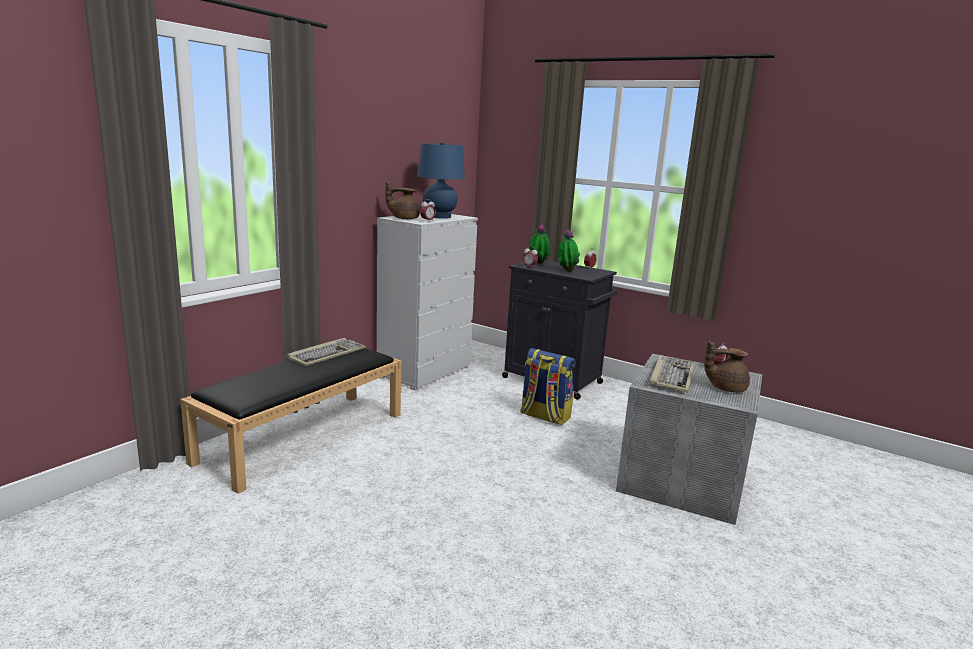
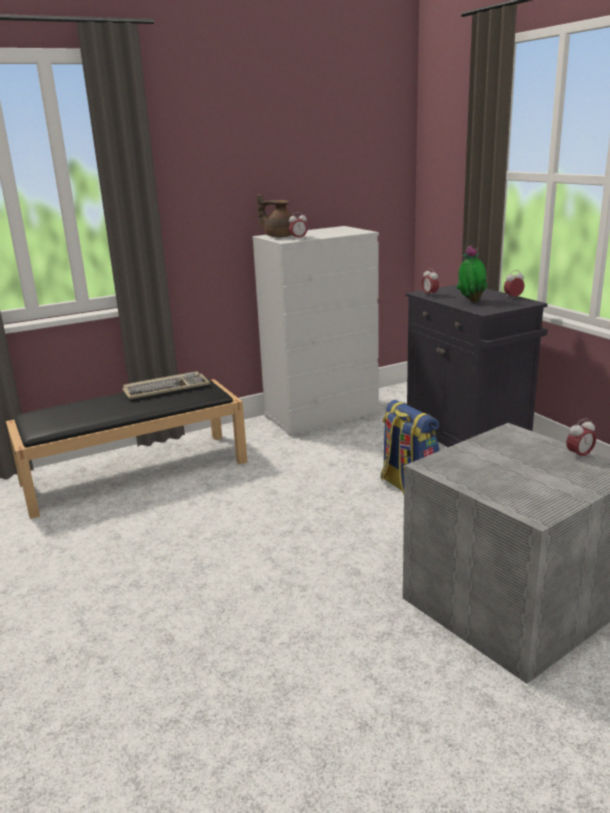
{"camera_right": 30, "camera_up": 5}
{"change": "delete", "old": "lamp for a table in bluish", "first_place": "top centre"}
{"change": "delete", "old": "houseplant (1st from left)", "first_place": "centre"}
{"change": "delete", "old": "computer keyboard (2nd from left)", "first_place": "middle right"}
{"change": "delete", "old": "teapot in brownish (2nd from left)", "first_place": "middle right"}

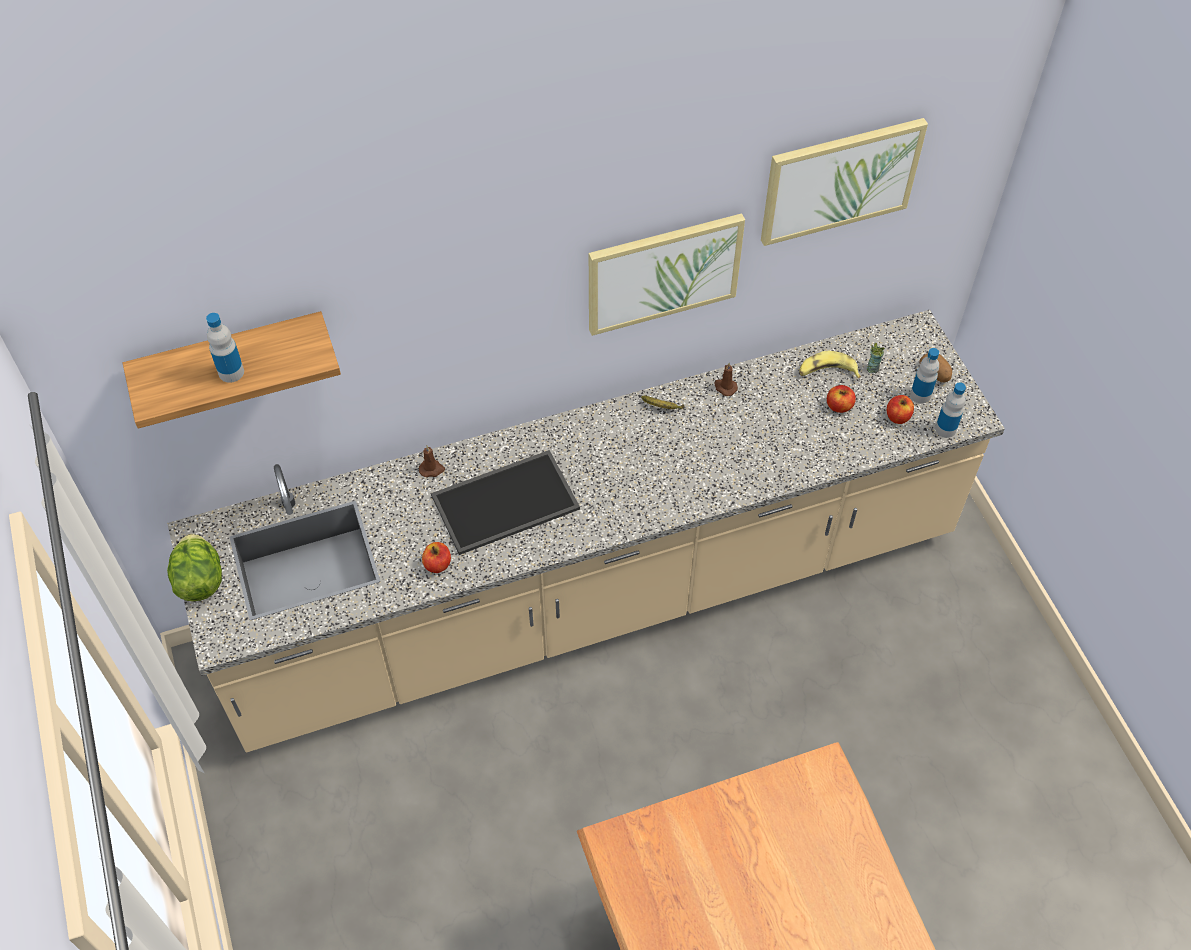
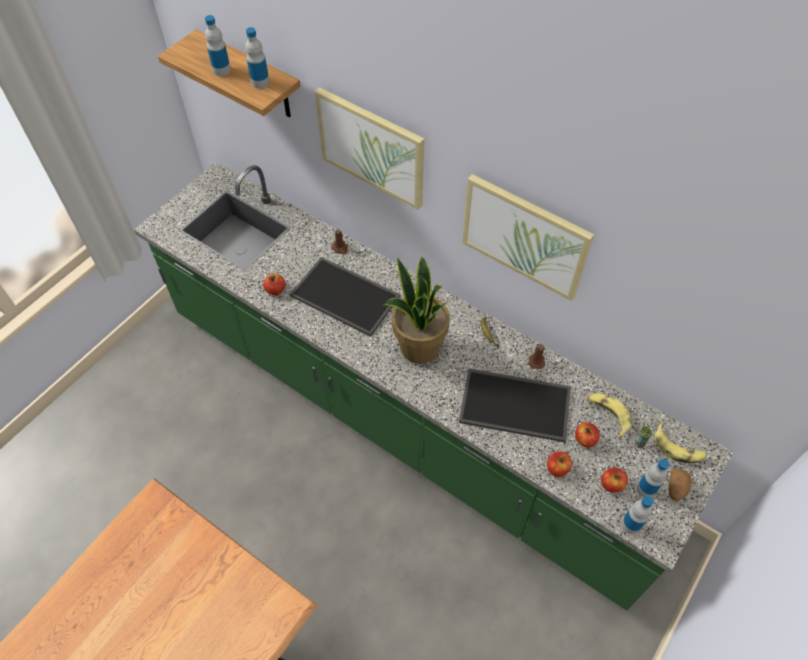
{"camera_right": 55, "camera_up": 0}
{"change": "recolor", "old": "counter in beige-coloured", "new": "counter in green", "first_place": "centre", "second_place": "centre"}
{"change": "delete", "old": "lettuce head", "first_place": "middle left"}
{"change": "move", "old": "picture (2nd from left in the first image)", "new": "picture (1st from left)", "first_place": "top right", "second_place": "top centre"}
{"change": "insert", "new": "beverage bottle (2nd from left)", "second_place": "top left"}
{"change": "insert", "new": "houseplant", "second_place": "centre"}
{"change": "insert", "new": "carrying tray (2nd from left)", "second_place": "centre"}
{"change": "insert", "new": "apple (2nd from left)", "second_place": "bottom right"}
{"change": "insert", "new": "whole banana (3rd from left)", "second_place": "bottom right"}

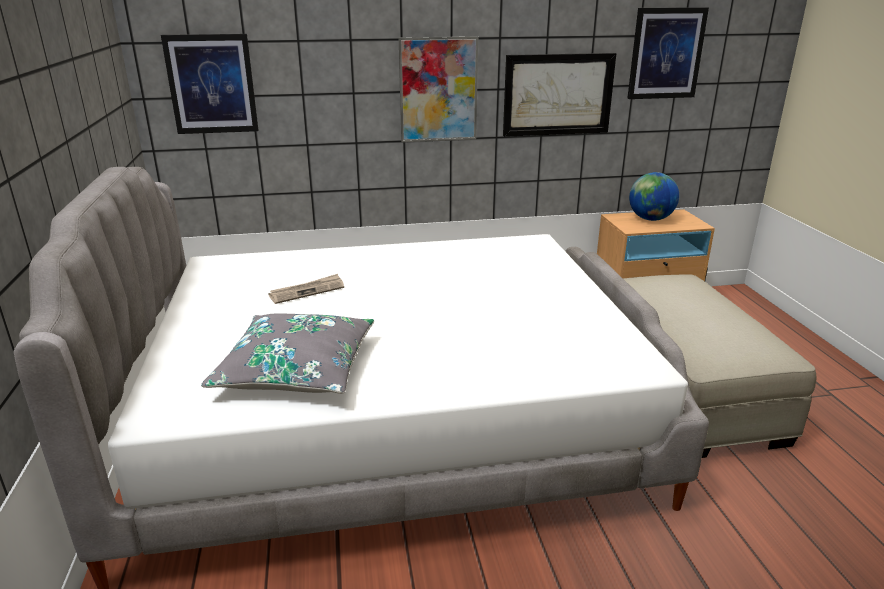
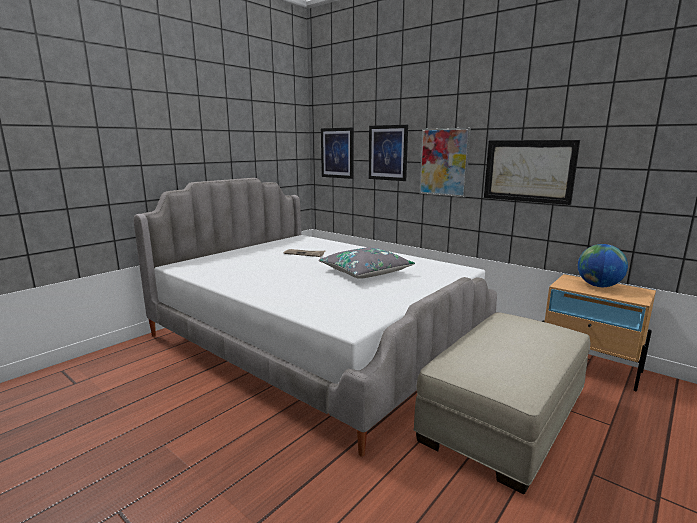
{"camera_right": 50, "camera_up": -10}
{"change": "move", "old": "throw pillow in gray", "first_place": "middle left", "second_place": "centre"}
{"change": "move", "old": "picture (4th from left in the first image)", "new": "picture (2nd from left)", "first_place": "top right", "second_place": "top centre"}

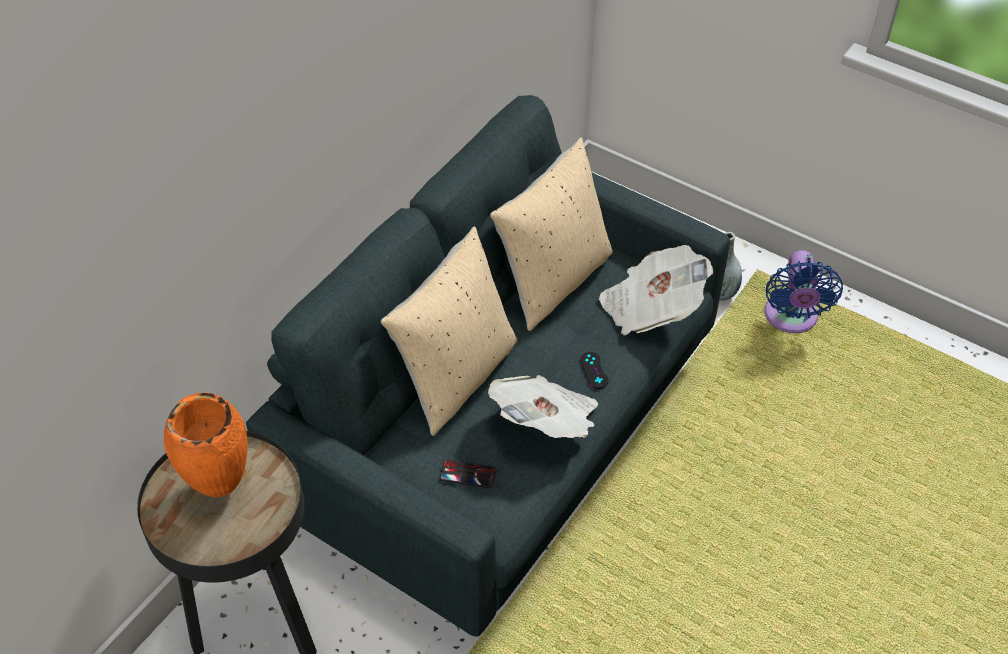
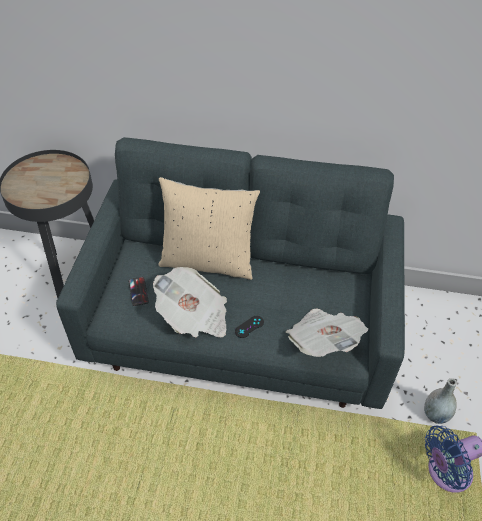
{"camera_right": 65, "camera_up": 0}
{"change": "delete", "old": "flower vase in orangey", "first_place": "bottom left"}
{"change": "delete", "old": "throw pillow in beige-coloured (2nd from left)", "first_place": "centre"}

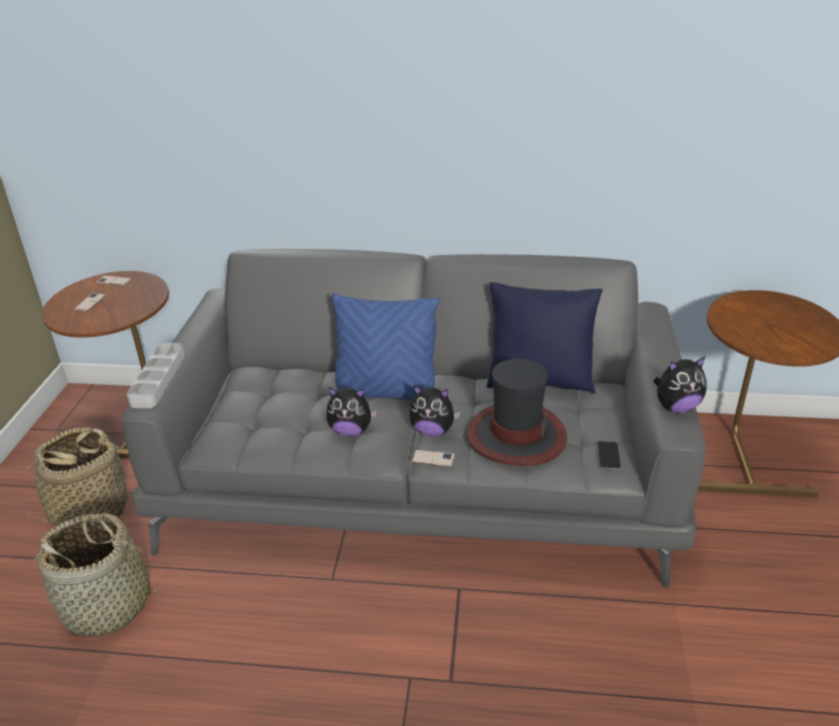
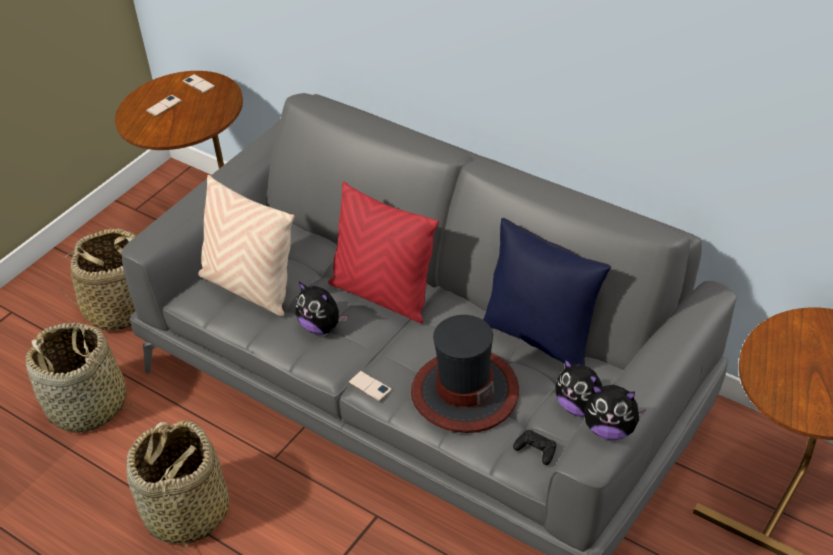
{"camera_right": 30, "camera_up": 10}
{"change": "delete", "old": "carrying tray in gray", "first_place": "middle left"}
{"change": "recolor", "old": "throw pillow in bluish (1st from left)", "new": "throw pillow in red", "first_place": "centre", "second_place": "centre"}
{"change": "move", "old": "soft toy (2nd from left)", "first_place": "centre", "second_place": "bottom right"}
{"change": "replace", "old": "telephone (4th from left)", "new": "game controller in black", "first_place": "middle right", "second_place": "bottom centre"}
{"change": "insert", "new": "basket (3rd from left)", "second_place": "bottom left"}
{"change": "insert", "new": "throw pillow in beige-coloured", "second_place": "middle left"}

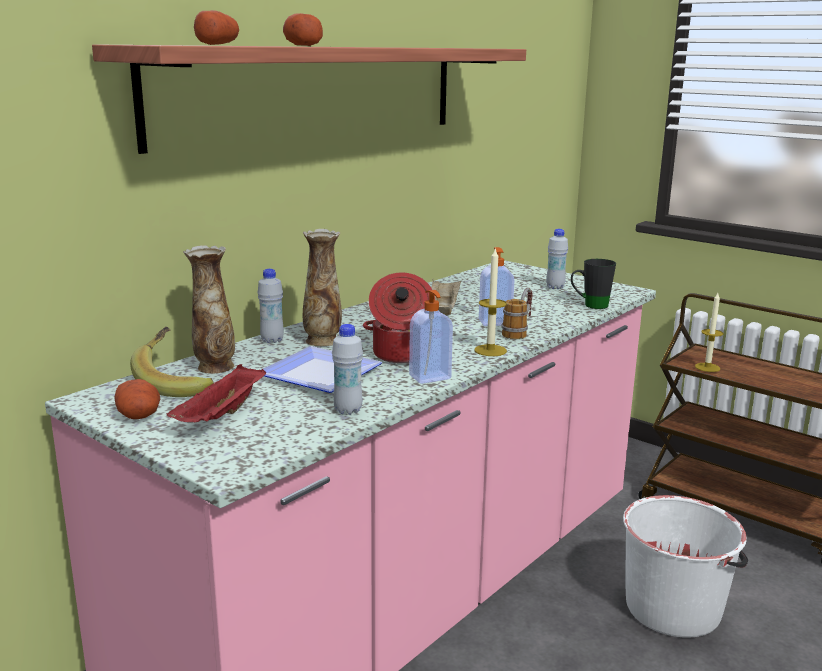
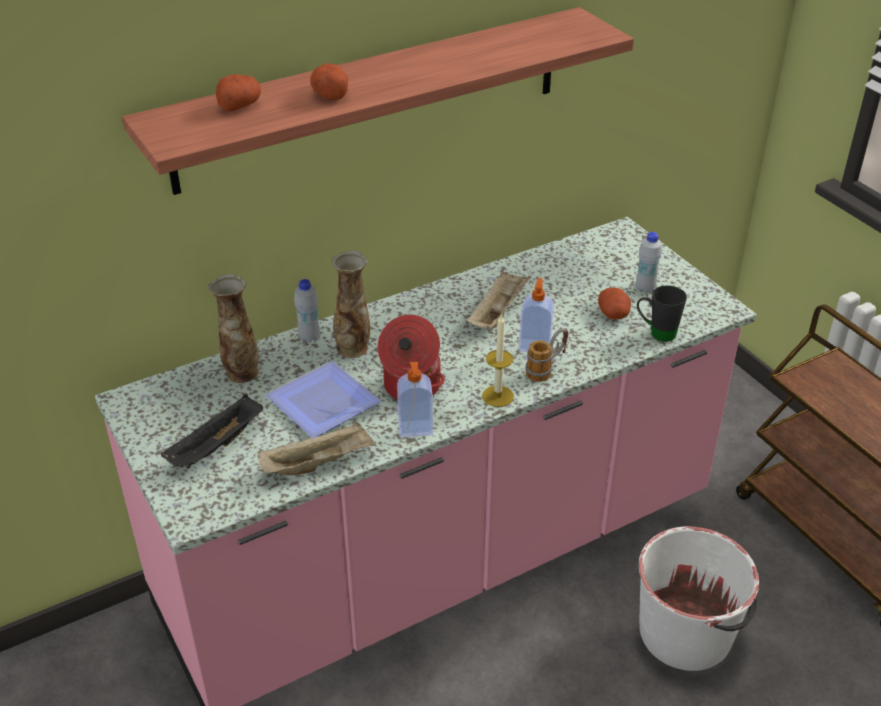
{"camera_right": 20, "camera_up": 20}
{"change": "move", "old": "potato (1st from left in the first image)", "new": "potato (3rd from left)", "first_place": "middle left", "second_place": "middle right"}
{"change": "delete", "old": "whole banana", "first_place": "middle left"}
{"change": "recolor", "old": "carrying tray in red", "new": "carrying tray in black", "first_place": "middle left", "second_place": "middle left"}
{"change": "replace", "old": "beverage bottle in white (2nd from left)", "new": "carrying tray in beige-coloured (1st from left)", "first_place": "centre", "second_place": "centre"}
{"change": "delete", "old": "wax light (2nd from left)", "first_place": "middle right"}

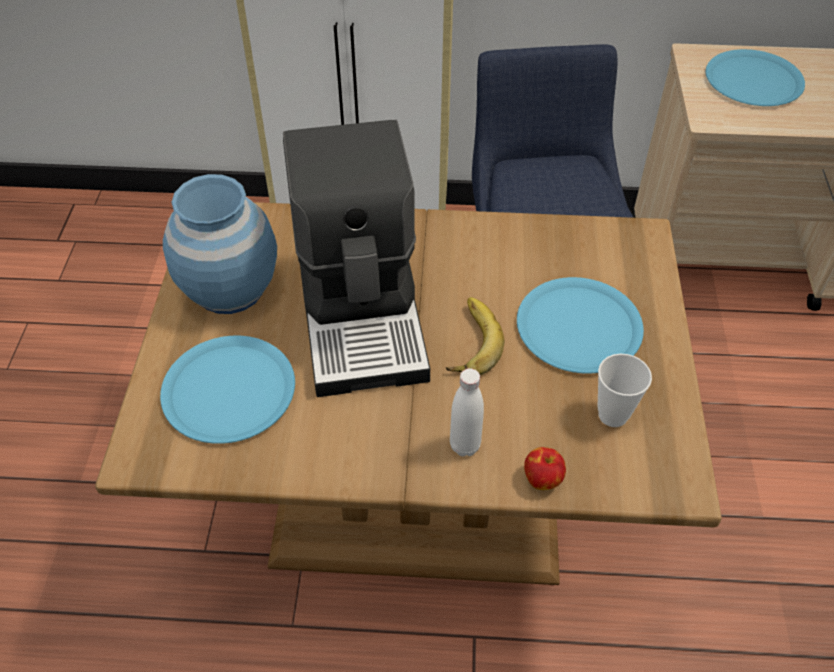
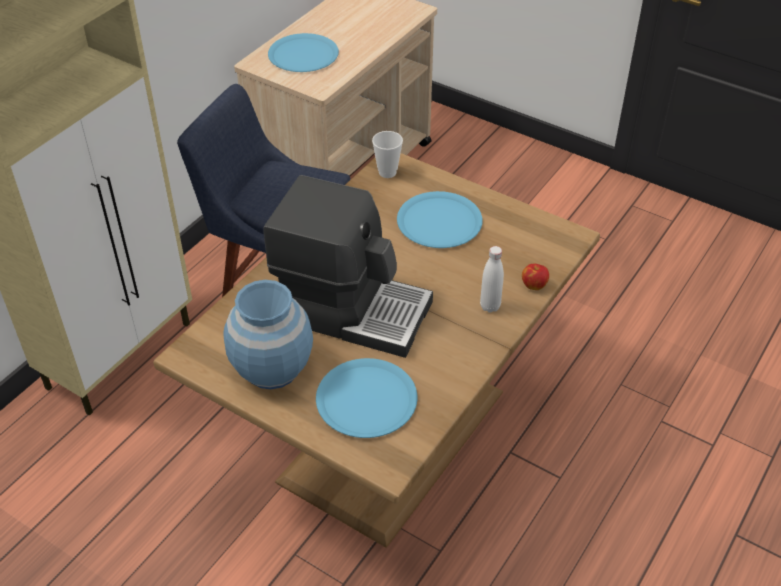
{"camera_right": -60, "camera_up": -5}
{"change": "delete", "old": "whole banana", "first_place": "centre"}
{"change": "move", "old": "cup", "first_place": "middle right", "second_place": "top centre"}

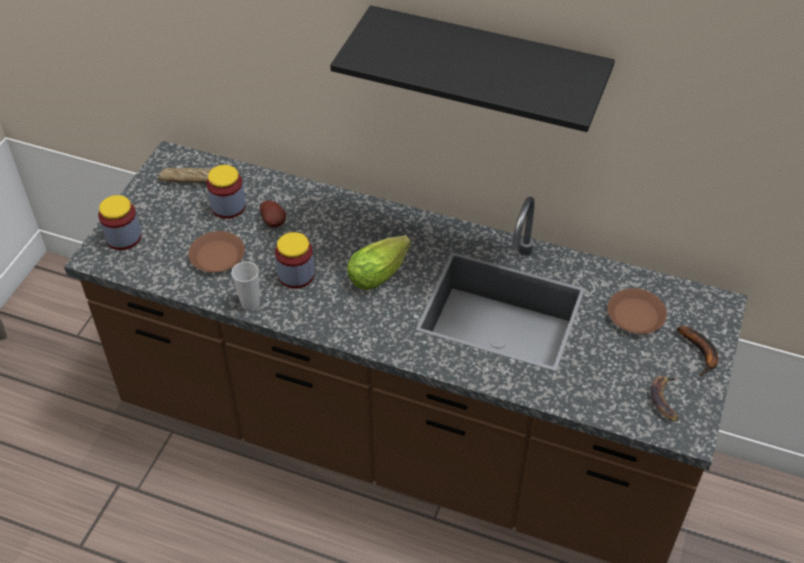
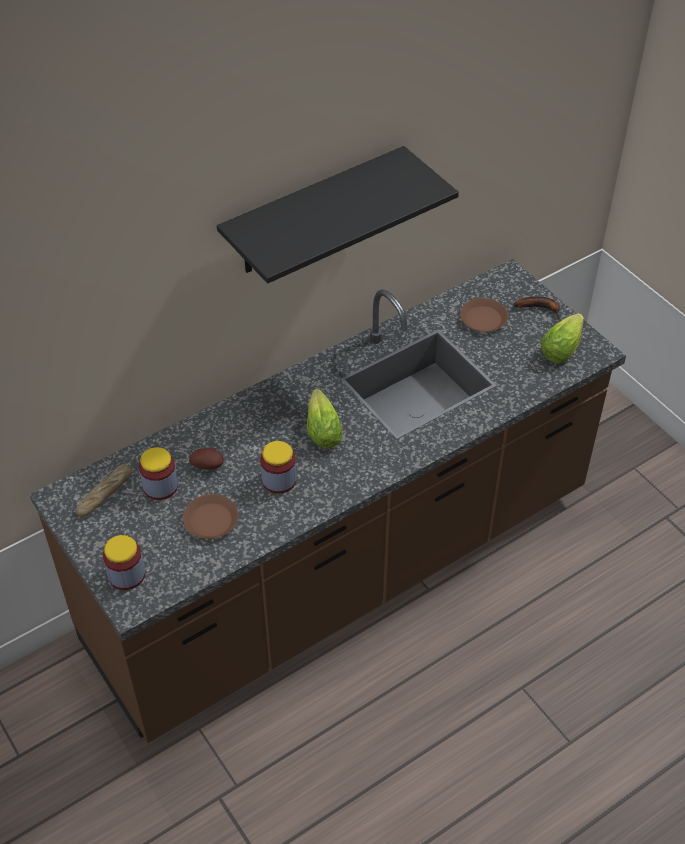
{"camera_right": -55, "camera_up": 0}
{"change": "delete", "old": "cup", "first_place": "middle left"}
{"change": "replace", "old": "whole banana (1st from left)", "new": "lettuce head (2nd from left)", "first_place": "bottom right", "second_place": "middle right"}

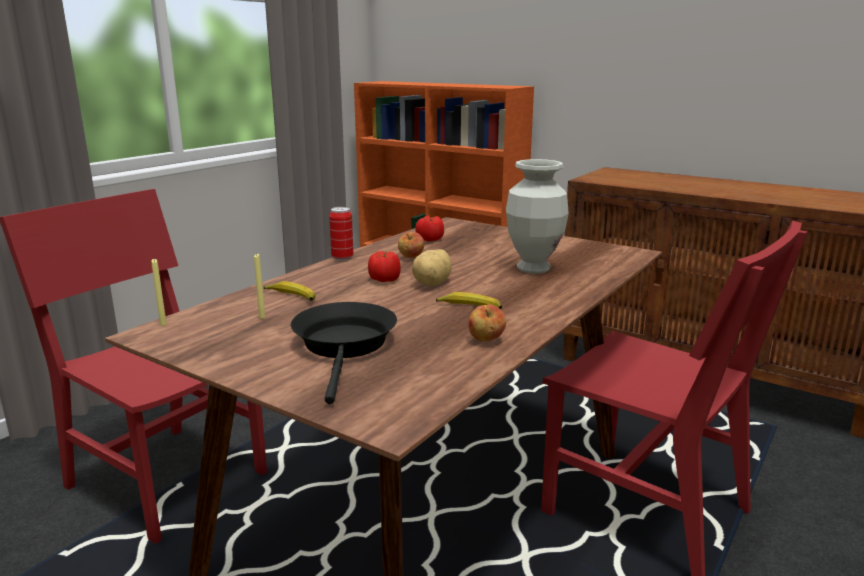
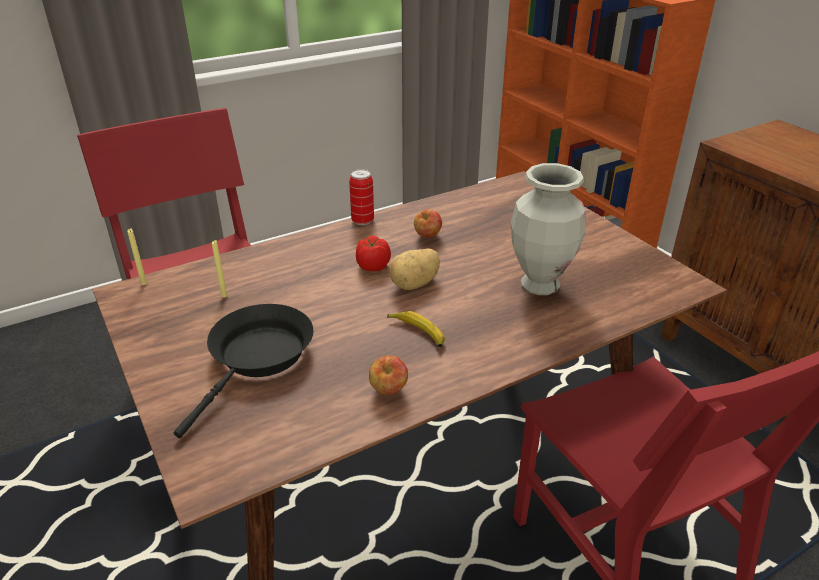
{"camera_right": 25, "camera_up": 15}
{"change": "delete", "old": "whole banana (1st from left)", "first_place": "centre"}
{"change": "delete", "old": "tomato (2nd from left)", "first_place": "centre"}

